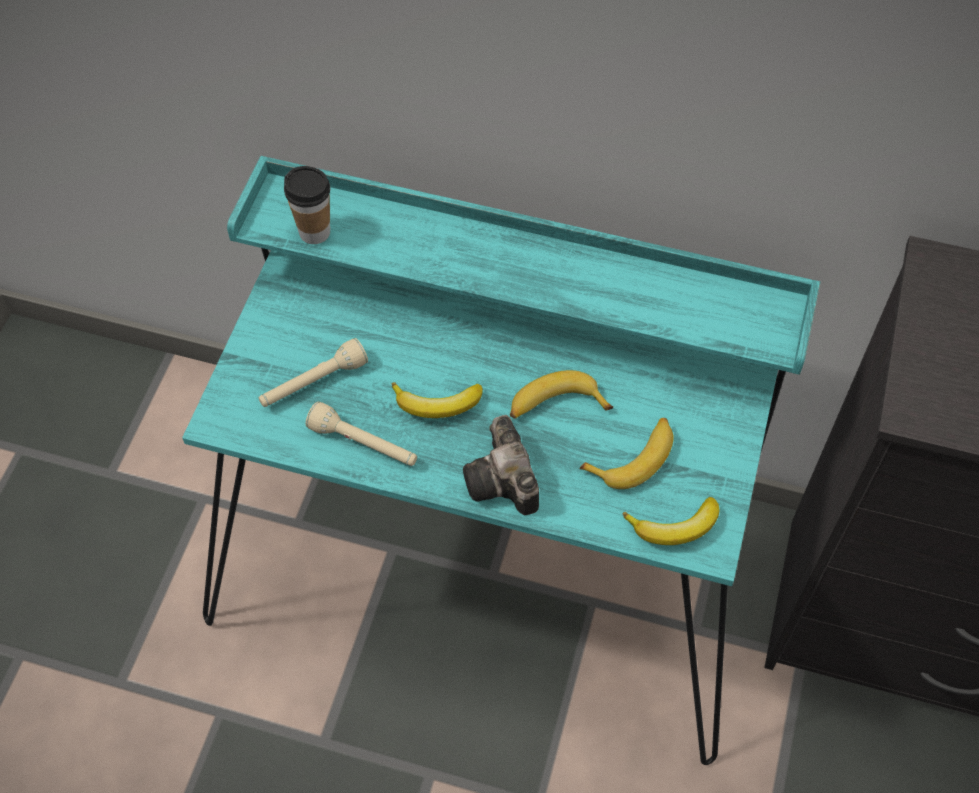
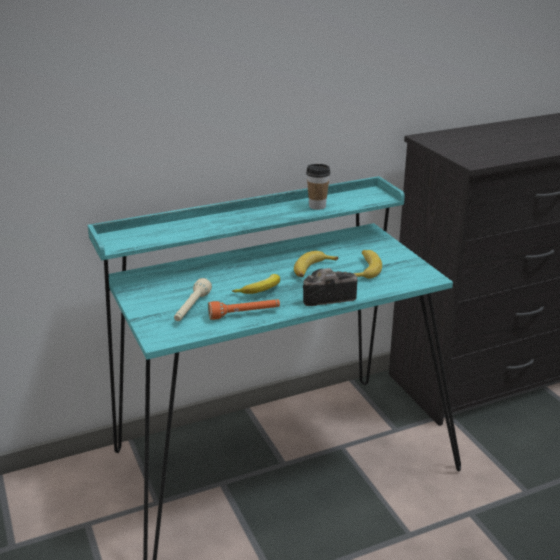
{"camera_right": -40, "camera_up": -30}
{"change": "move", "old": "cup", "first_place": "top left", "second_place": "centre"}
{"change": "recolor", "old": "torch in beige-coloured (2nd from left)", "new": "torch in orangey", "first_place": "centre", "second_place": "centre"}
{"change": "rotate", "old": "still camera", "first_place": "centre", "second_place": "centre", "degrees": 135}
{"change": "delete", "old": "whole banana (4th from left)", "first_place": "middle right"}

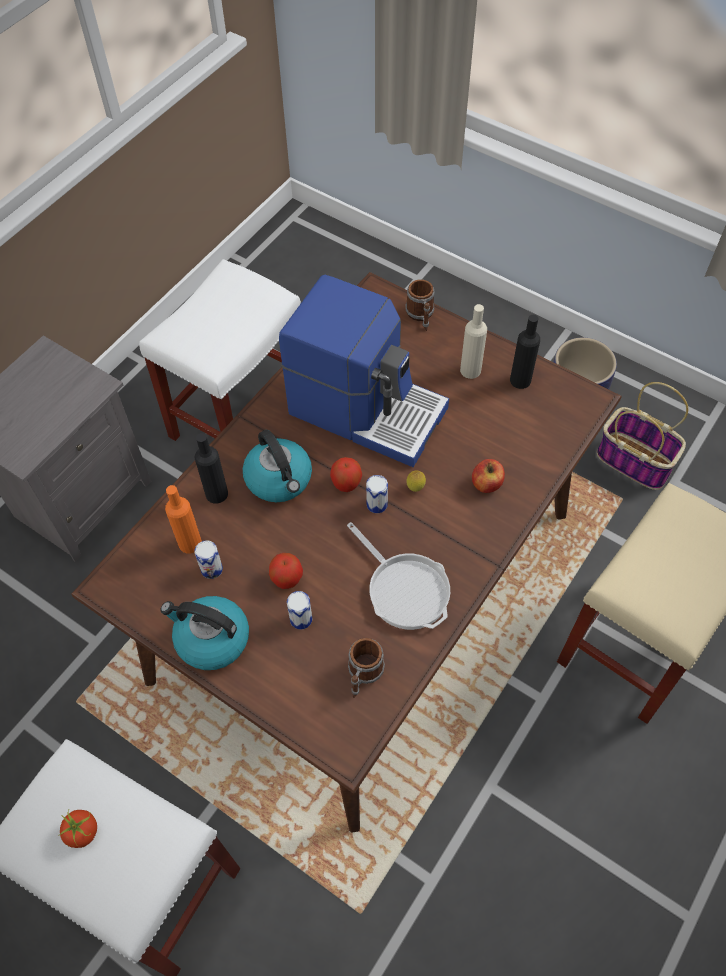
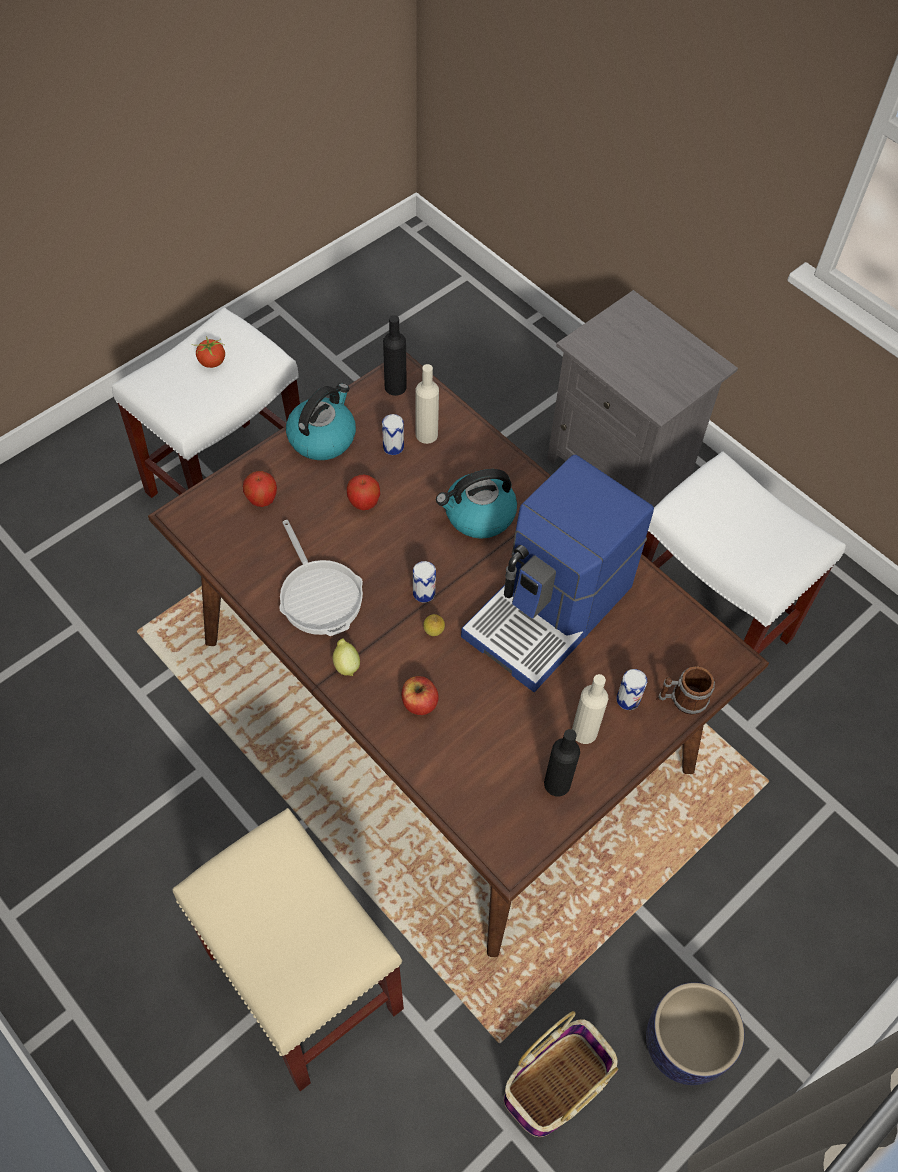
{"camera_right": 100, "camera_up": 0}
{"change": "recolor", "old": "beverage bottle in orangey", "new": "beverage bottle in beige-coloured (1st from left)", "first_place": "middle left", "second_place": "centre"}
{"change": "move", "old": "beverage bottle in black (1st from left)", "first_place": "middle left", "second_place": "top centre"}
{"change": "move", "old": "sealed can (2nd from left in the first image)", "new": "sealed can (3rd from left)", "first_place": "centre", "second_place": "middle right"}
{"change": "move", "old": "apple (2nd from left in the first image)", "new": "apple (1st from left)", "first_place": "centre", "second_place": "middle left"}
{"change": "rotate", "old": "skillet", "first_place": "centre", "second_place": "centre", "degrees": -90}
{"change": "delete", "old": "coffee mug (1st from left)", "first_place": "bottom centre"}
{"change": "insert", "new": "whole lemon (1st from left)", "second_place": "centre"}

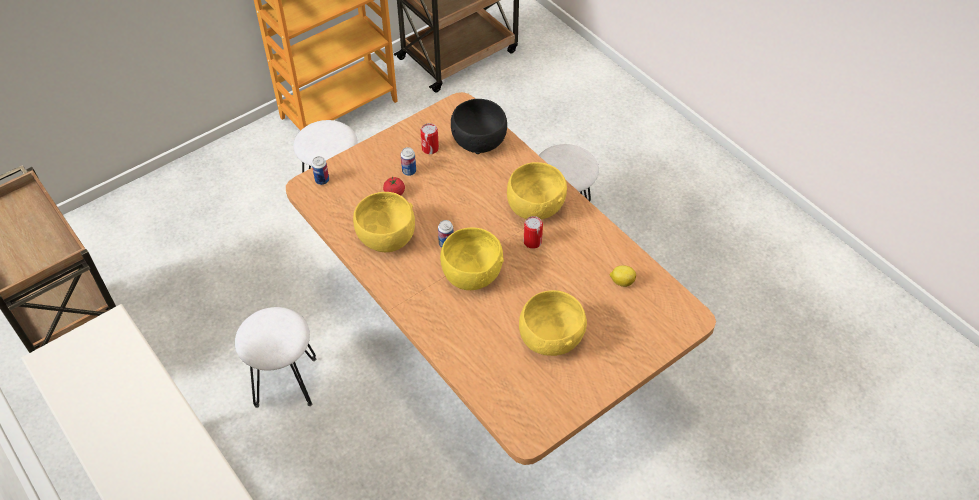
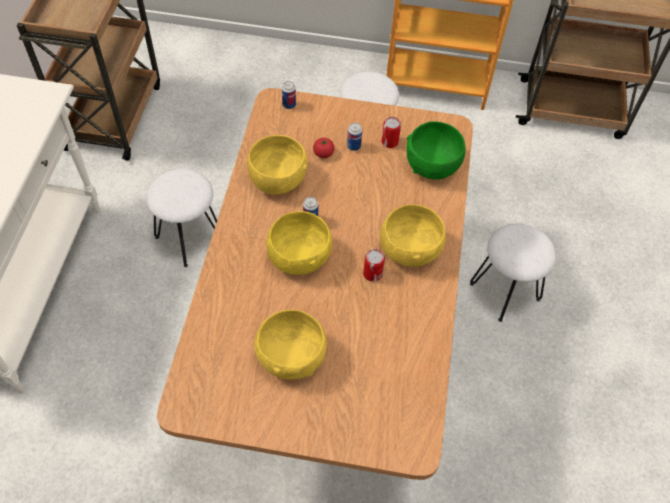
{"camera_right": 45, "camera_up": 5}
{"change": "recolor", "old": "bowl in black", "new": "bowl in green", "first_place": "top centre", "second_place": "top centre"}
{"change": "delete", "old": "whole lemon", "first_place": "centre"}

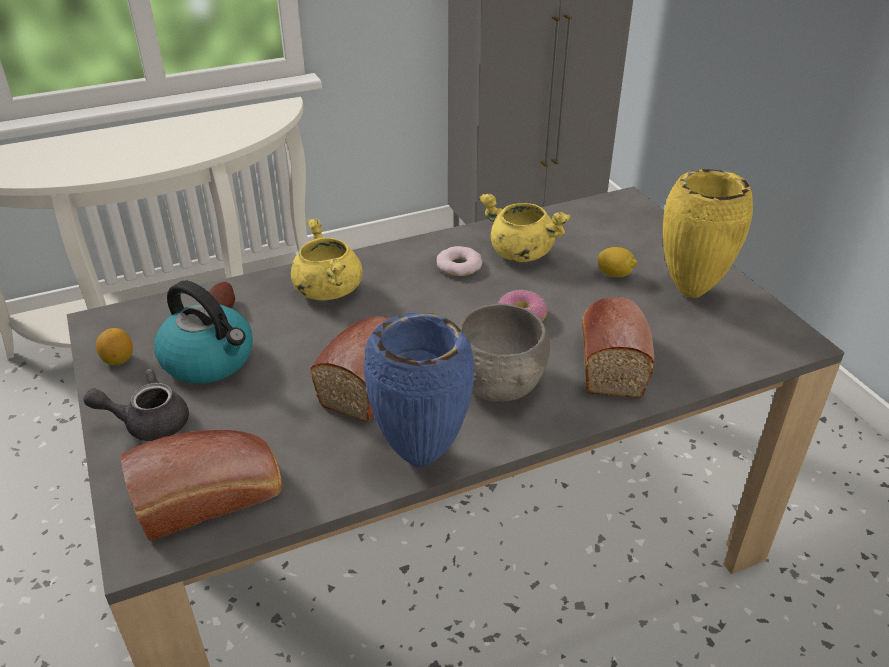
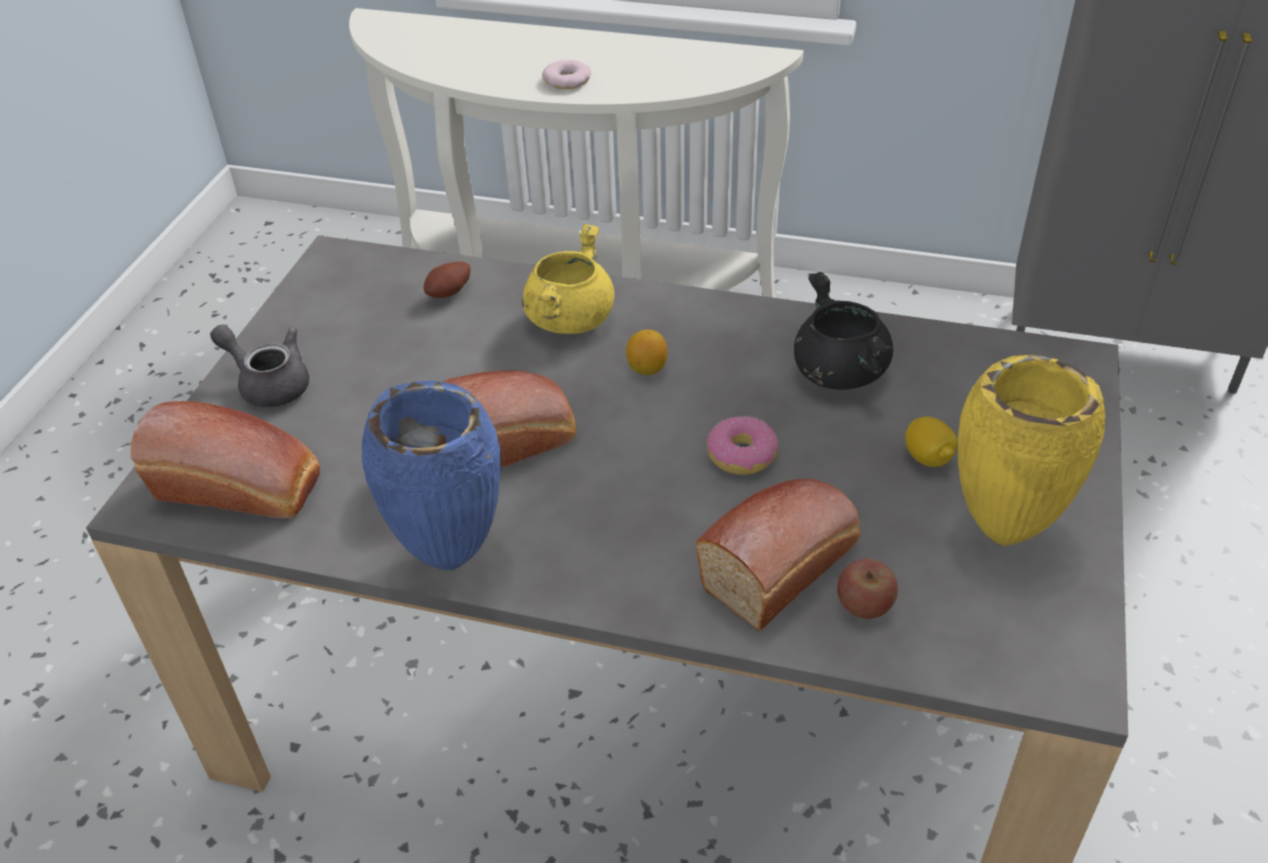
{"camera_right": 40, "camera_up": 5}
{"change": "move", "old": "whole lemon (1st from left)", "first_place": "middle left", "second_place": "centre"}
{"change": "delete", "old": "water kettle", "first_place": "middle left"}
{"change": "move", "old": "ring doughnut (1st from left)", "first_place": "centre", "second_place": "top centre"}
{"change": "delete", "old": "bowl in gray", "first_place": "centre"}
{"change": "recolor", "old": "saucepot in yellow-coloured (2nd from left)", "new": "saucepot in black", "first_place": "centre", "second_place": "centre"}
{"change": "insert", "new": "apple", "second_place": "bottom right"}

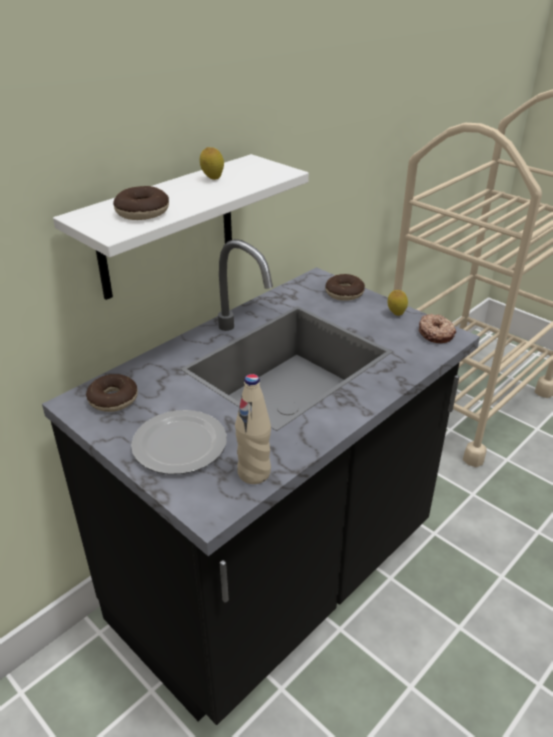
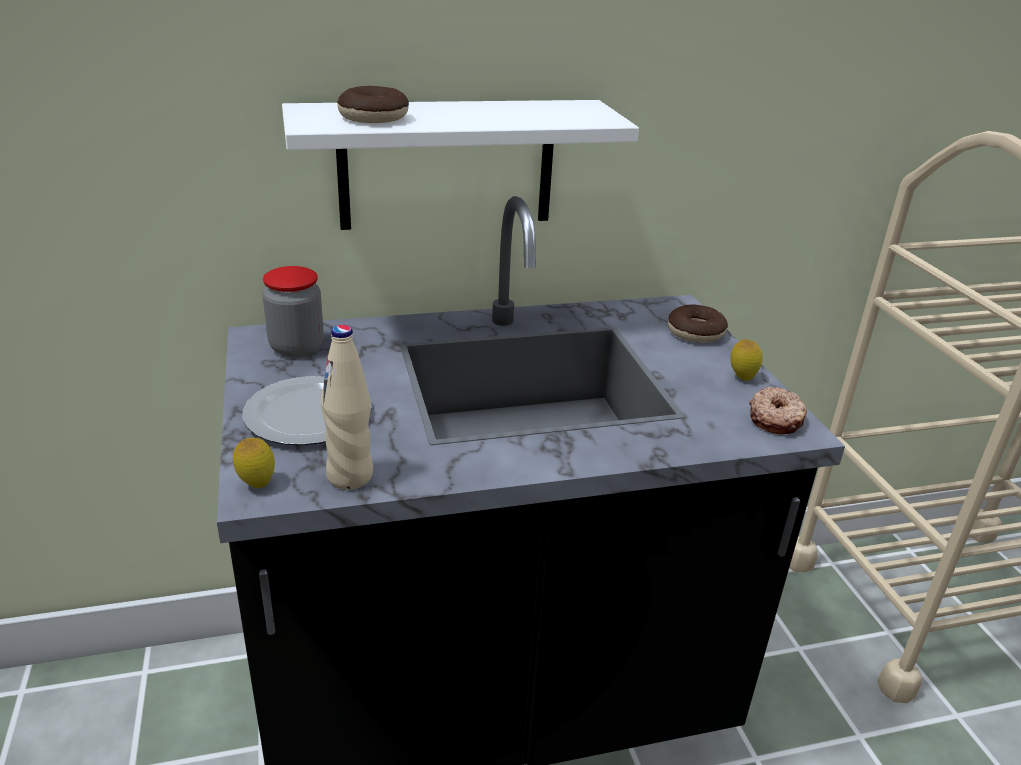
{"camera_right": 30, "camera_up": -5}
{"change": "replace", "old": "ring doughnut (1st from left)", "new": "preserve jar", "first_place": "middle left", "second_place": "middle left"}
{"change": "move", "old": "whole lemon (1st from left)", "first_place": "top centre", "second_place": "middle left"}

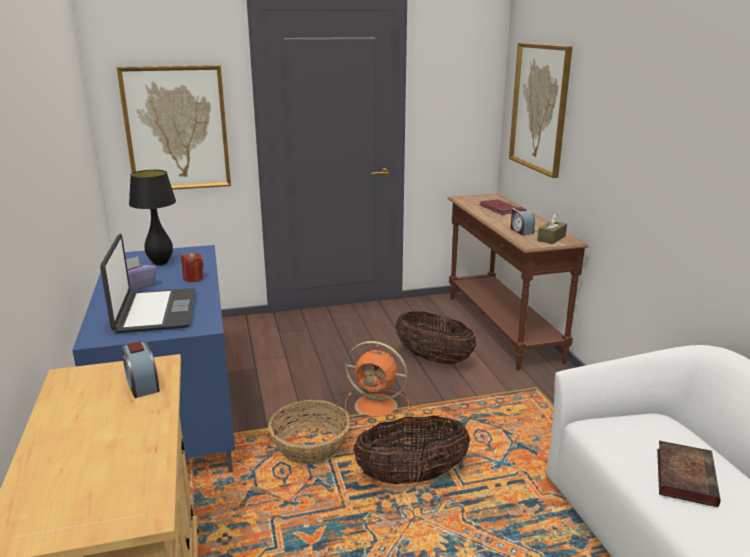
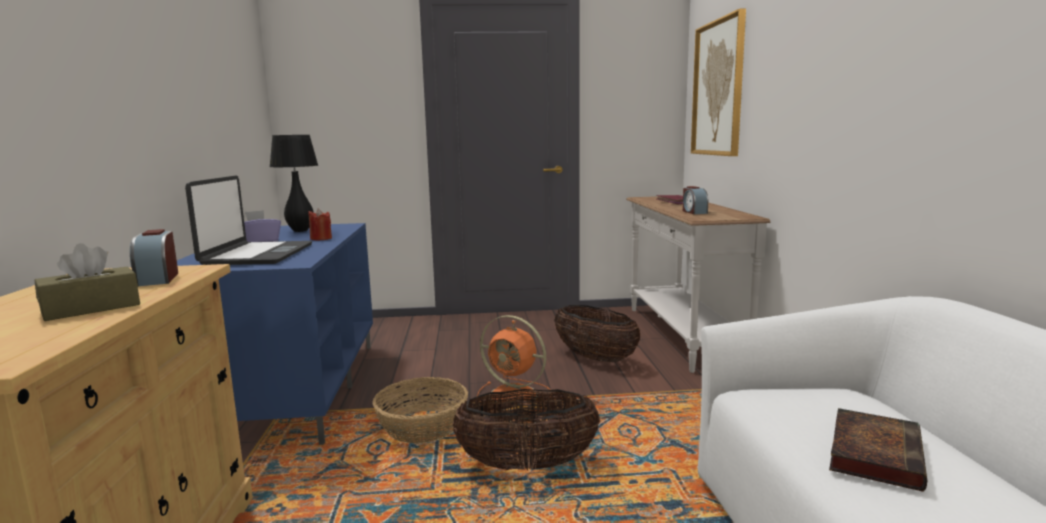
{"camera_right": 10, "camera_up": -10}
{"change": "delete", "old": "picture (1st from left)", "first_place": "top left"}
{"change": "recolor", "old": "console table in brownish", "new": "console table in white", "first_place": "middle right", "second_place": "middle right"}
{"change": "move", "old": "tissue holder in brownish", "first_place": "middle right", "second_place": "middle left"}

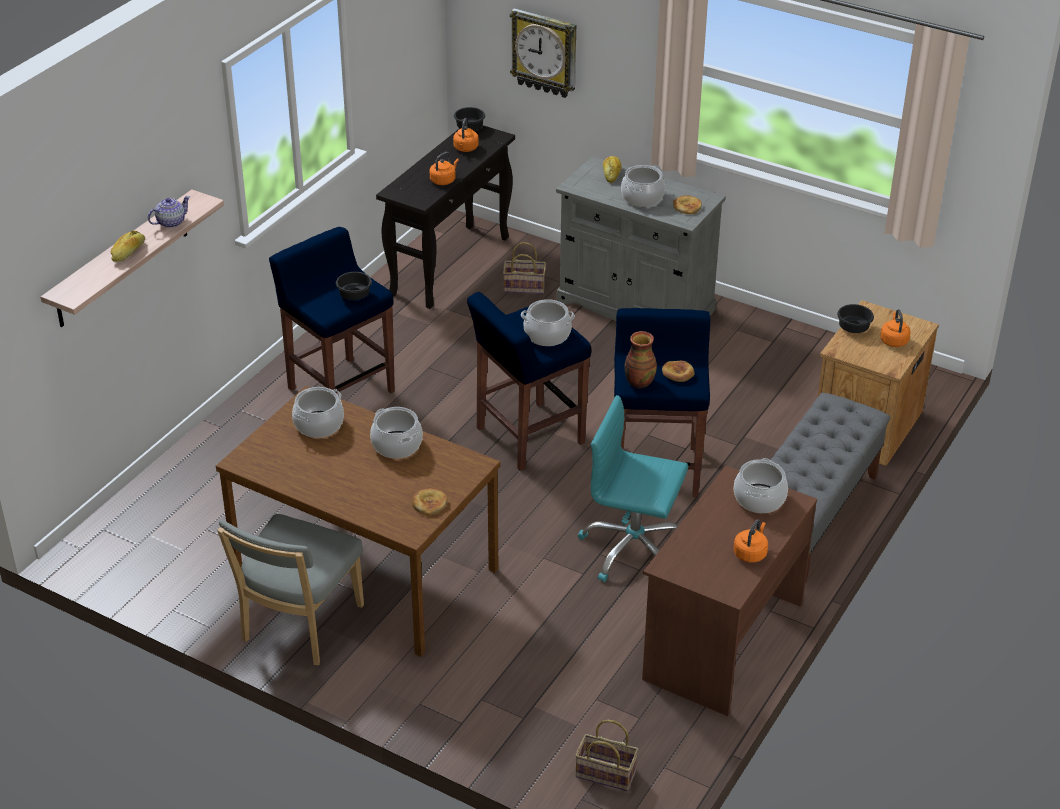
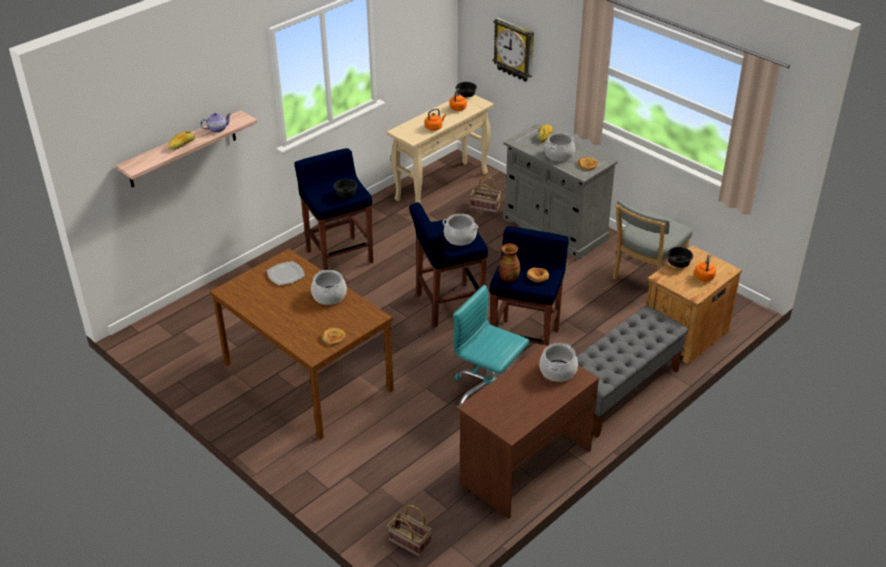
{"camera_right": 15, "camera_up": 0}
{"change": "move", "old": "chair in gray", "first_place": "bottom left", "second_place": "middle right"}
{"change": "replace", "old": "saucepot (1st from left)", "new": "plate", "first_place": "middle left", "second_place": "middle left"}
{"change": "recolor", "old": "console table in black", "new": "console table in beige-coloured", "first_place": "top centre", "second_place": "top centre"}
{"change": "delete", "old": "water kettle in orangey (3rd from left)", "first_place": "bottom right"}

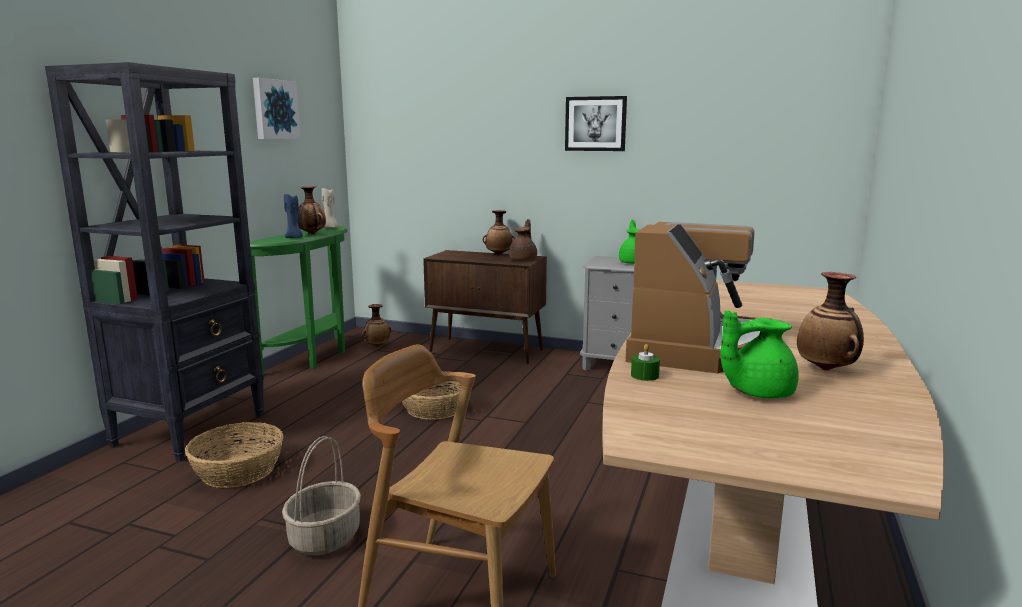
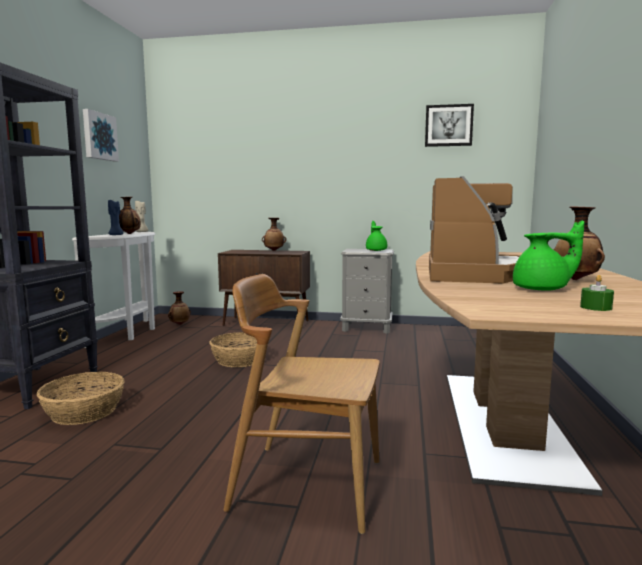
{"camera_right": -10, "camera_up": -5}
{"change": "recolor", "old": "console table in green", "new": "console table in white", "first_place": "middle left", "second_place": "middle left"}
{"change": "delete", "old": "basket (2nd from left)", "first_place": "bottom left"}
{"change": "delete", "old": "teapot in brownish", "first_place": "centre"}
{"change": "move", "old": "picture (2nd from left)", "first_place": "top centre", "second_place": "top right"}
{"change": "move", "old": "wax light in green", "first_place": "centre", "second_place": "middle right"}
{"change": "rotate", "old": "teapot in green (2nd from left)", "first_place": "middle right", "second_place": "middle right", "degrees": -150}

